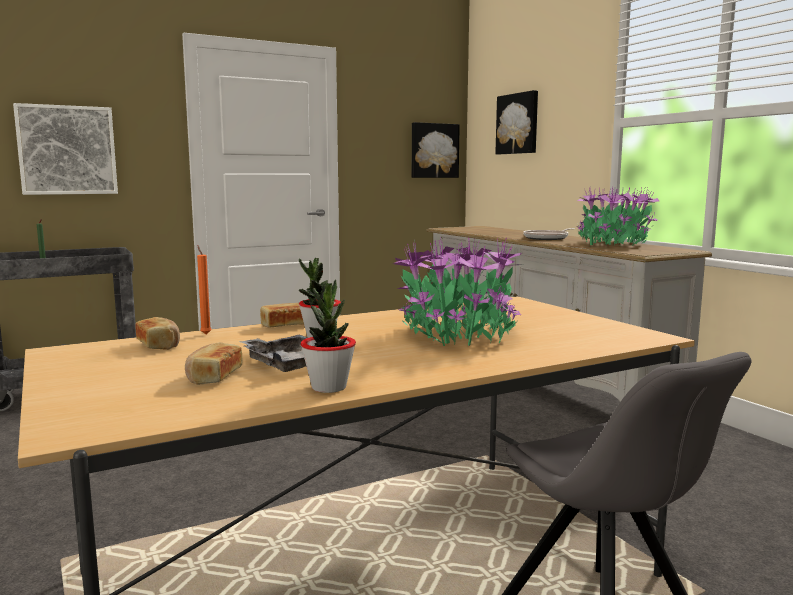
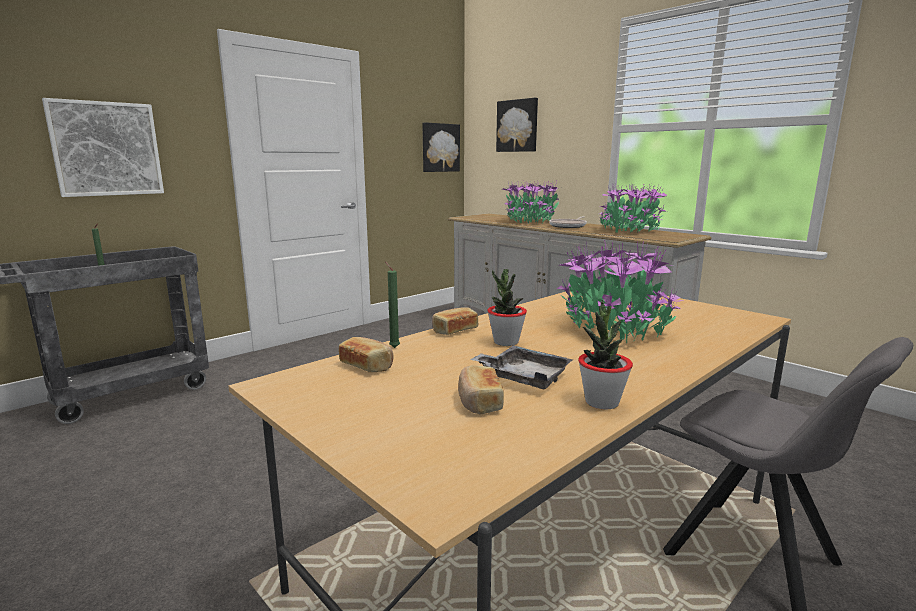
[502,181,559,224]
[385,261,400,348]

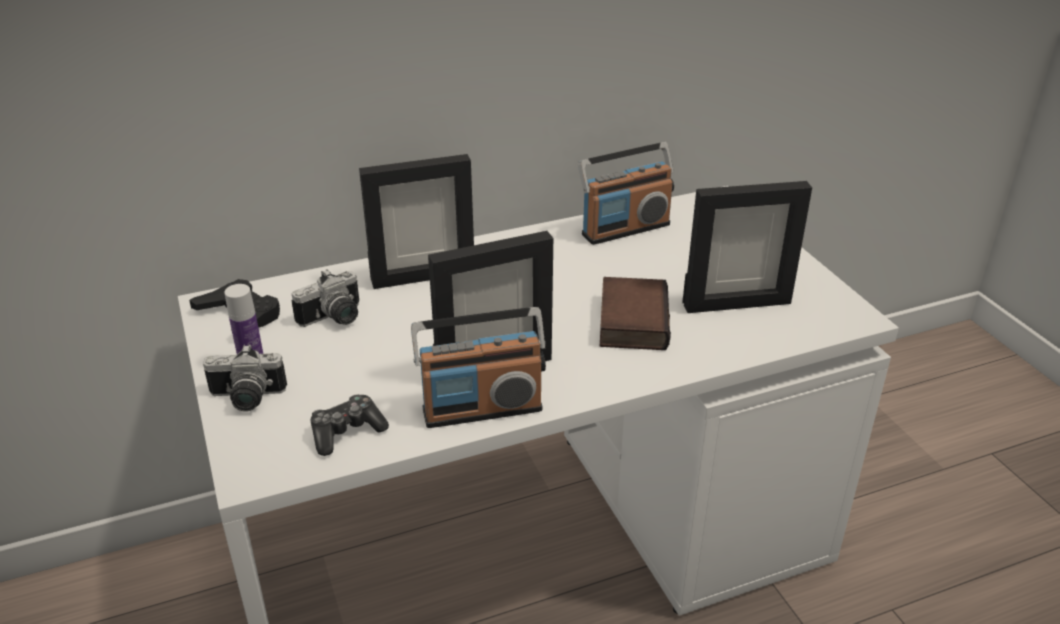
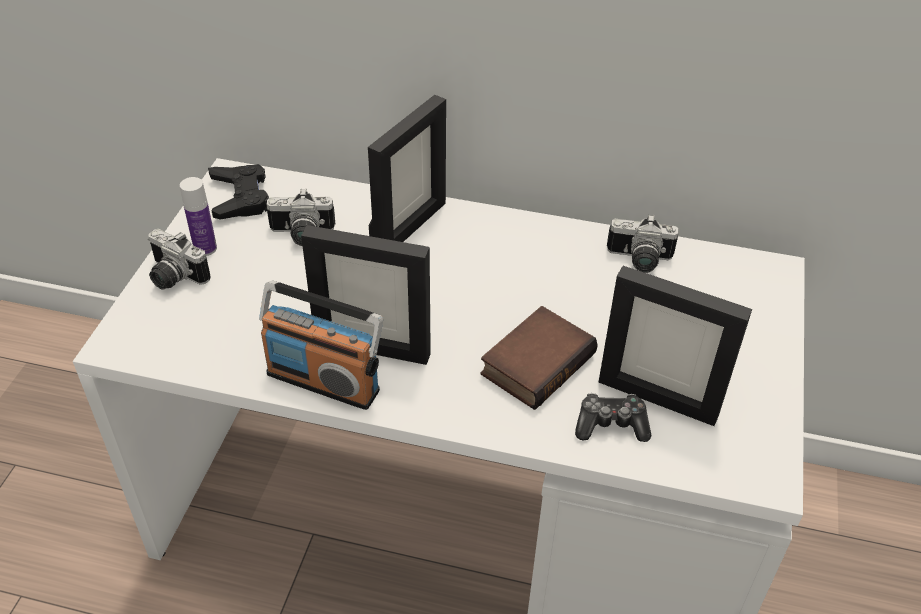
[575,393,651,442]
[607,214,678,273]
[368,95,446,242]

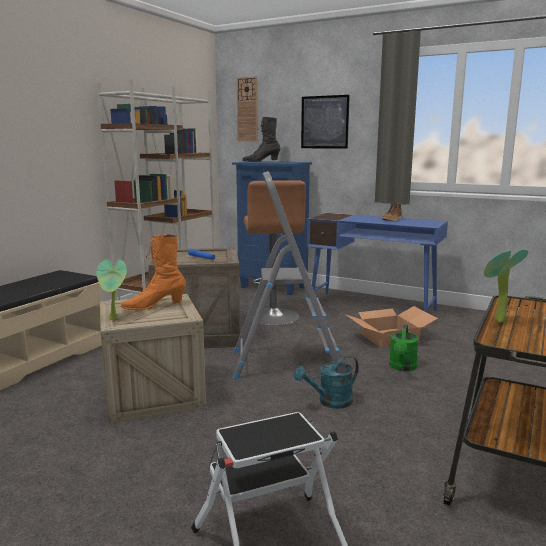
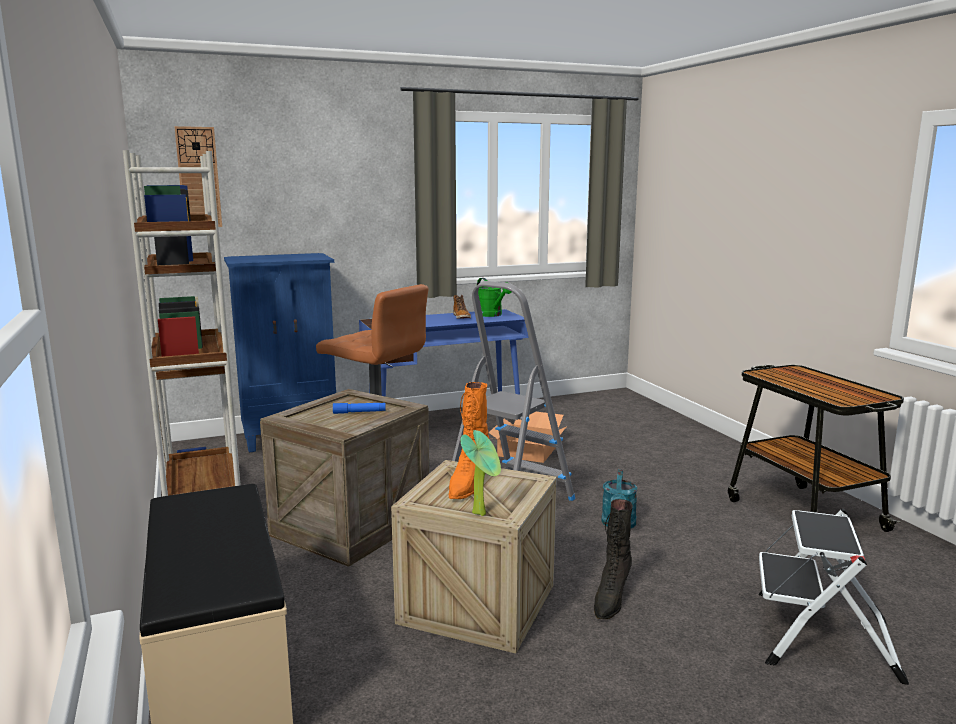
[301,95,350,149] (first image)
[484,249,528,323] (first image)
[594,499,633,619]
[477,278,512,317]

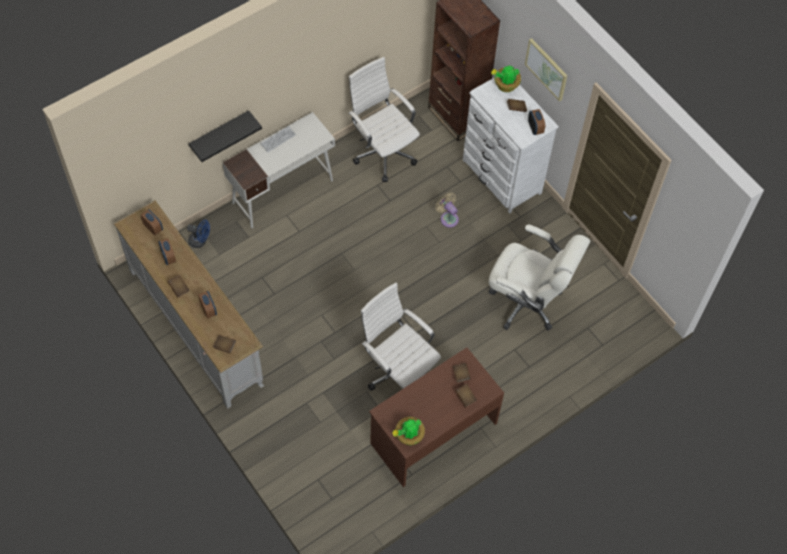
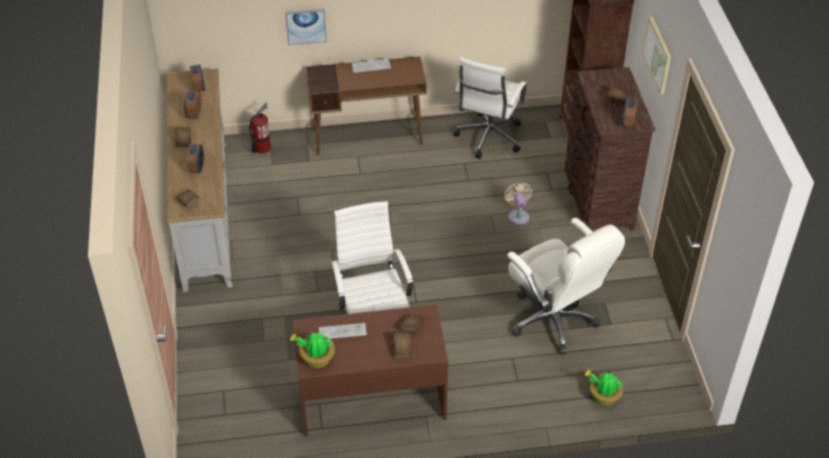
[319,323,367,339]
[584,370,623,406]
[250,102,271,154]
[285,9,327,45]
[306,56,427,155]
[565,67,655,230]
[453,57,527,159]

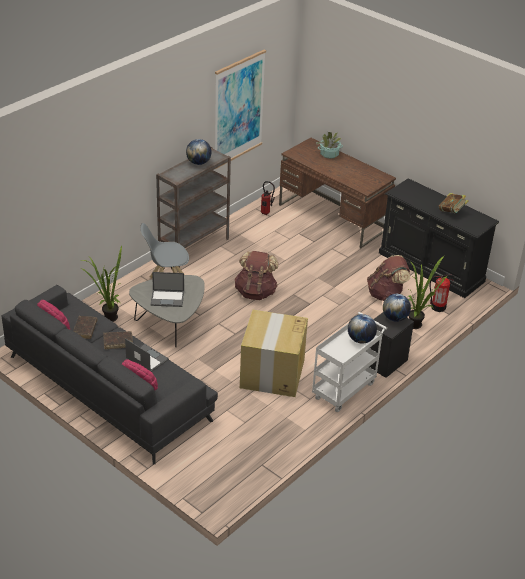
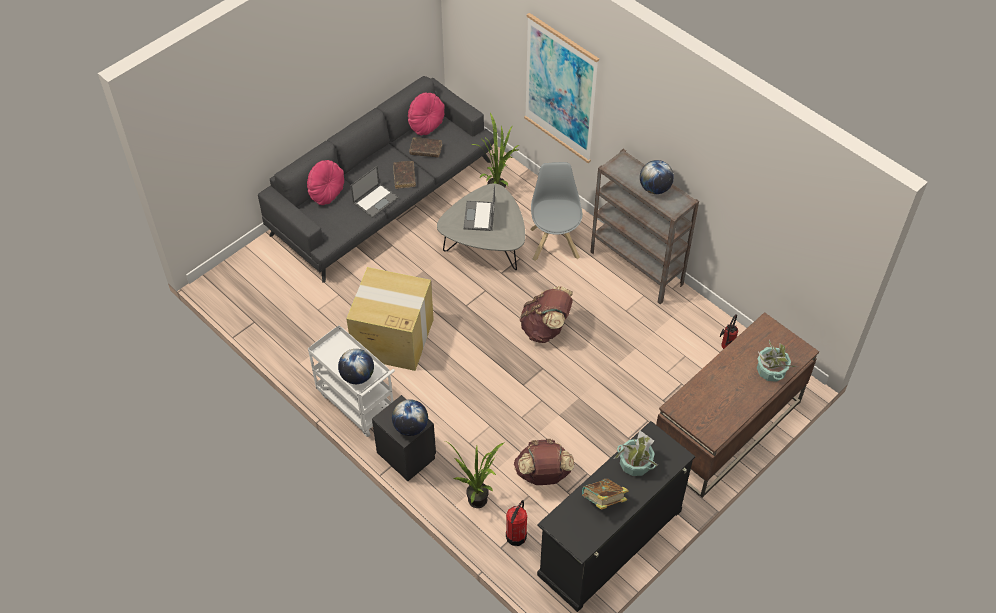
[613,430,658,476]
[524,13,599,163]

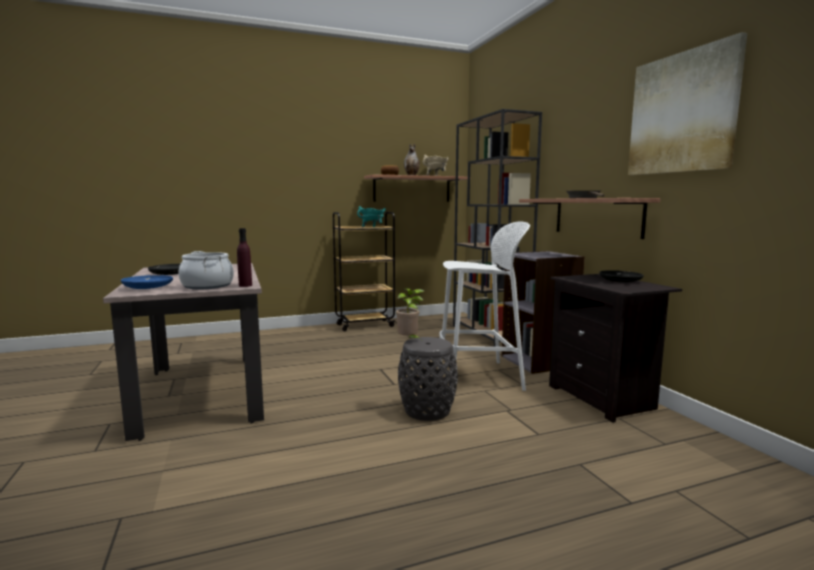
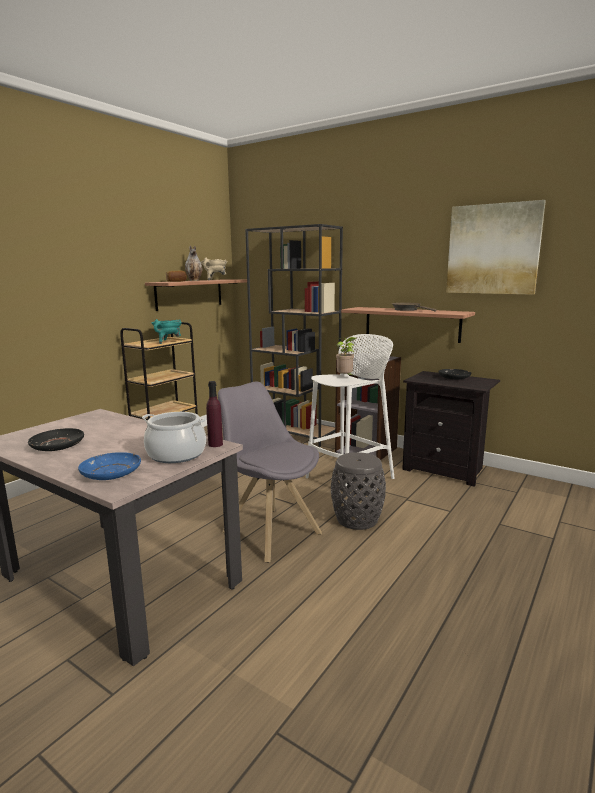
[218,381,322,563]
[336,337,356,375]

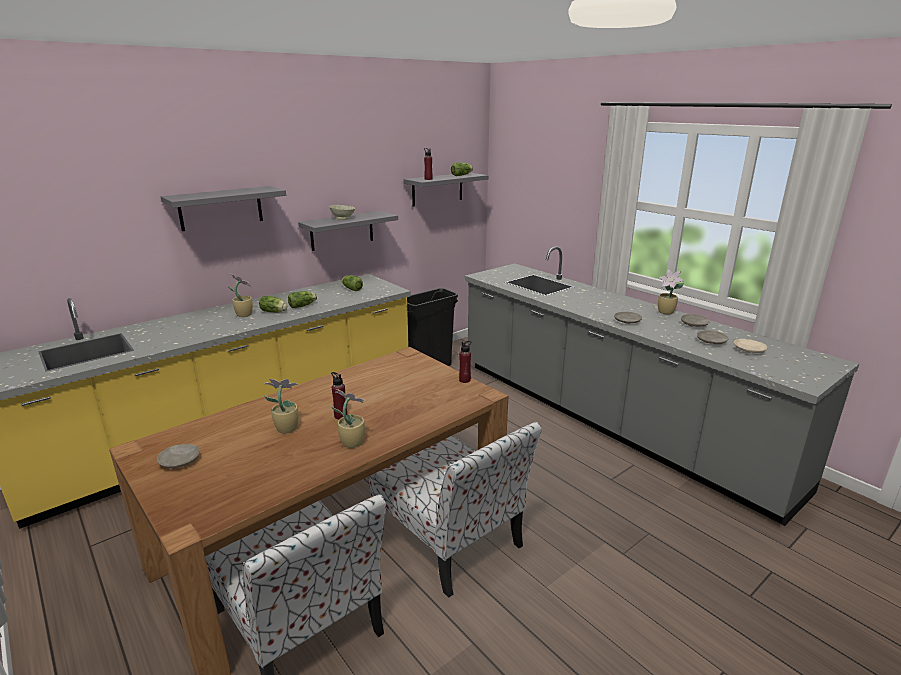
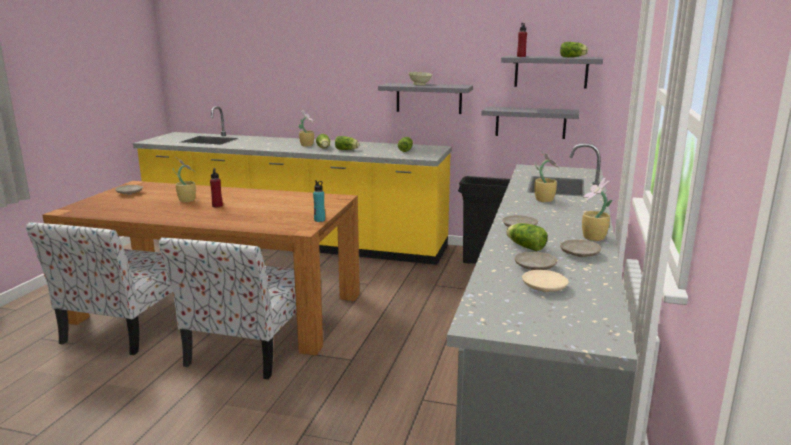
[506,223,548,251]
[482,106,579,139]
[534,149,560,202]
[313,180,325,222]

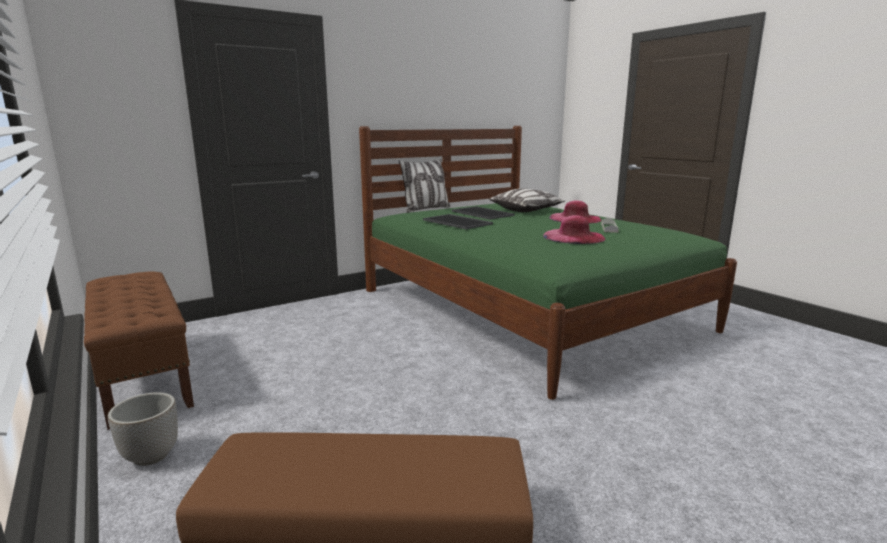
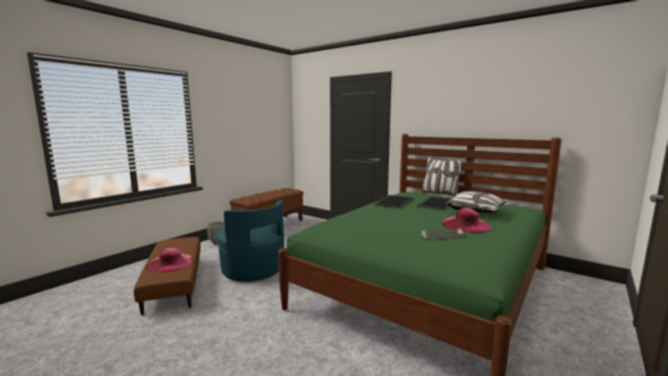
[216,200,284,282]
[146,248,193,273]

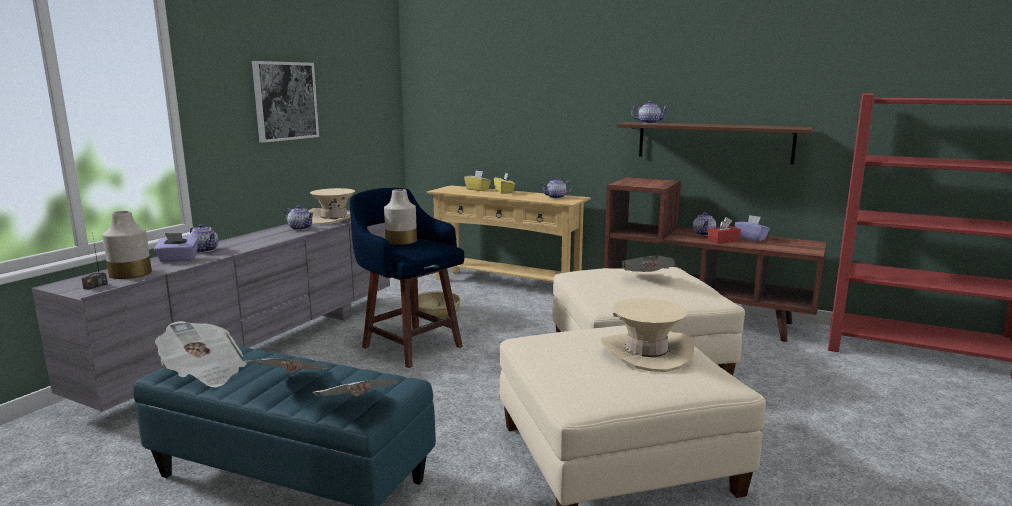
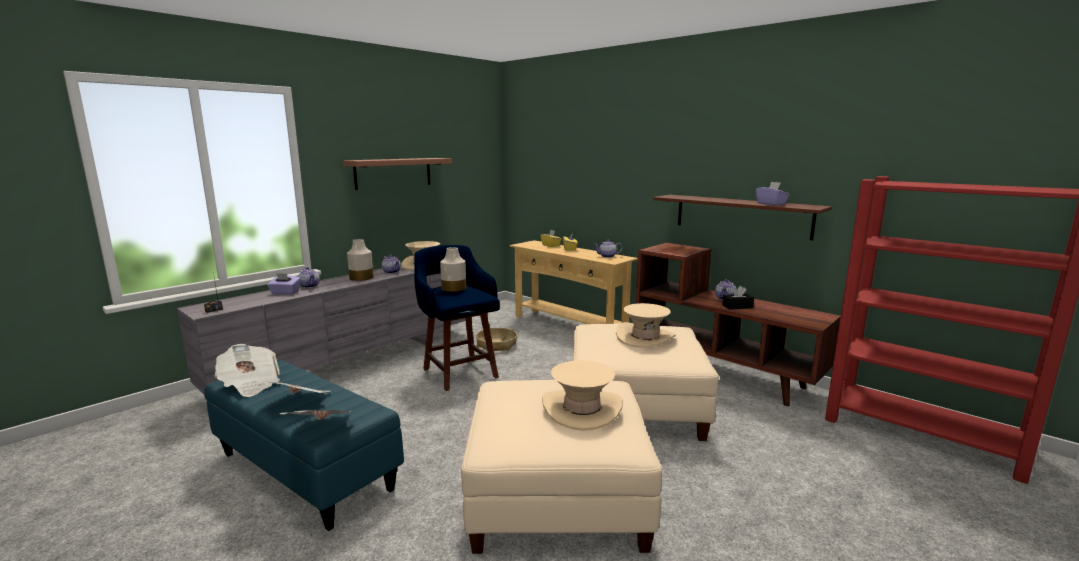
[631,101,669,124] (first image)
[347,239,374,281]
[756,182,790,205]
[342,158,452,190]
[616,303,676,347]
[722,286,754,310]

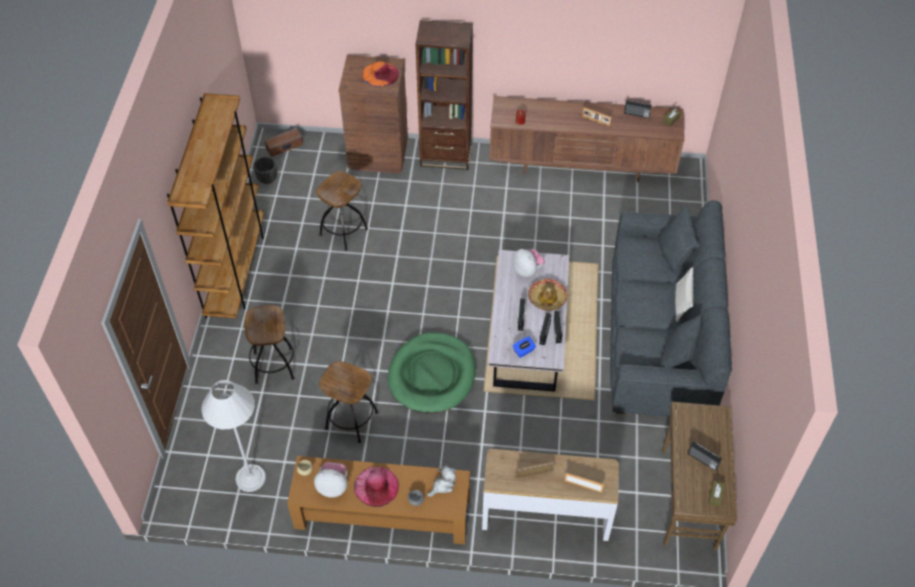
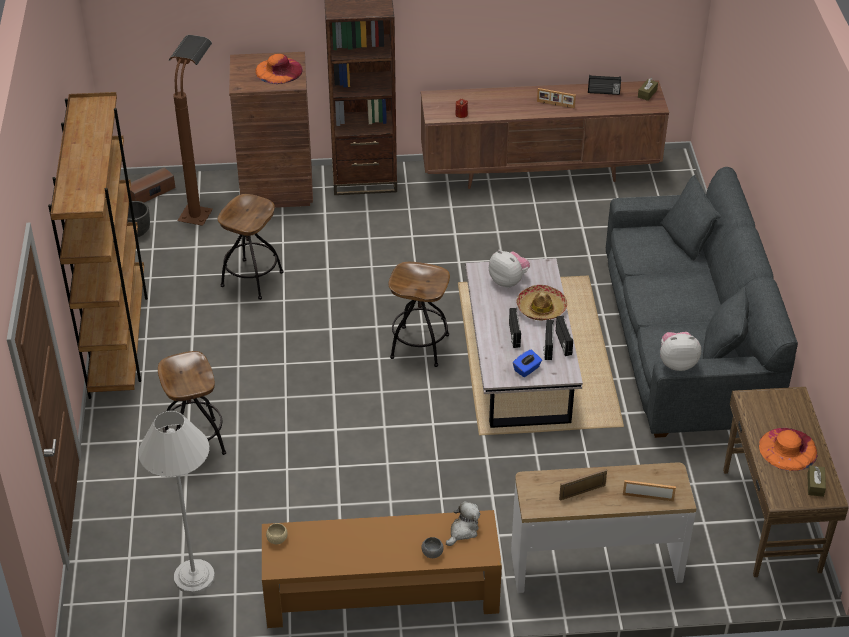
[354,467,399,507] (first image)
[388,332,476,413] (first image)
[675,267,694,322] (first image)
[169,35,213,226]
[660,332,701,371]
[389,262,450,367]
[759,428,817,471]

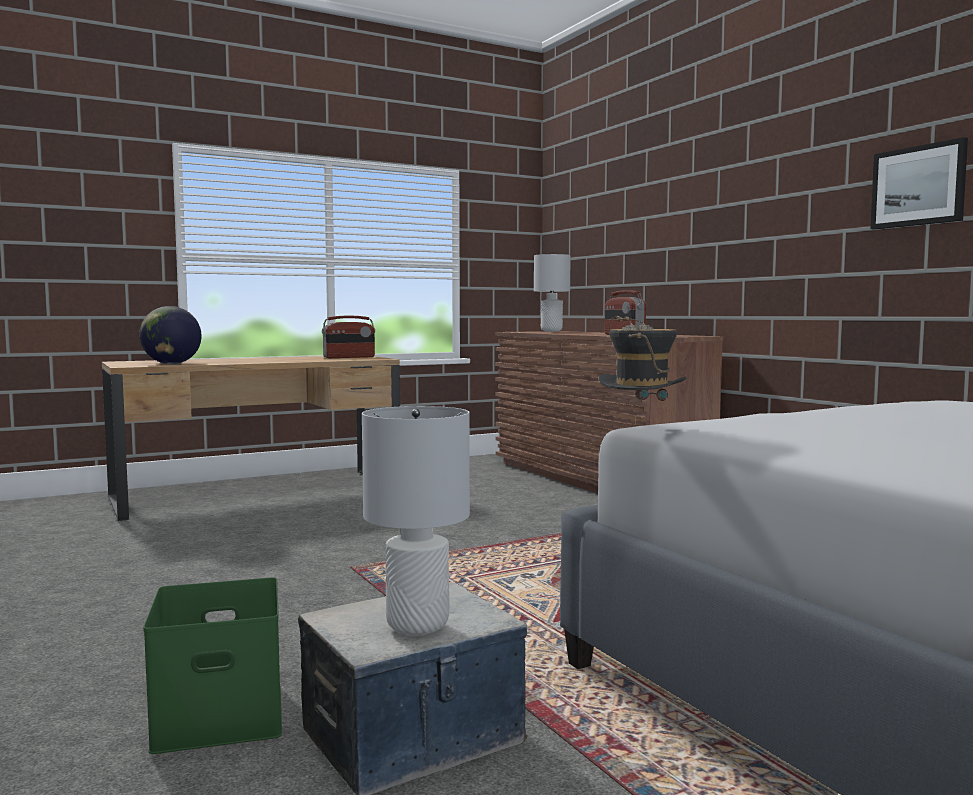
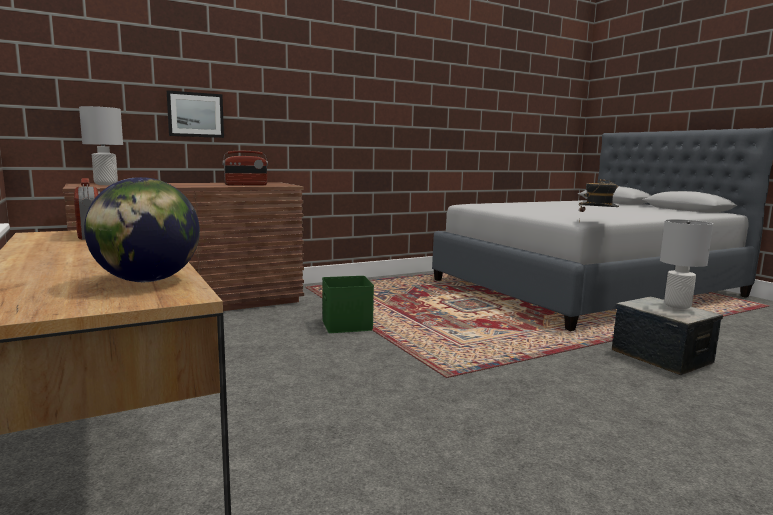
[322,276,374,333]
[167,90,224,138]

